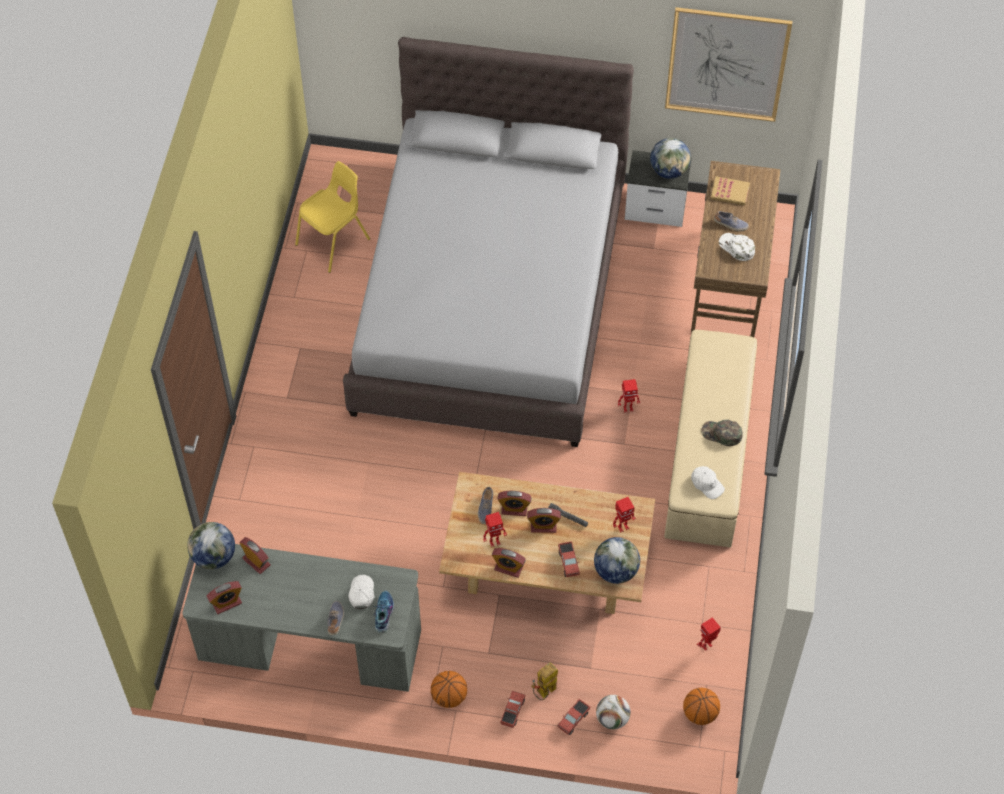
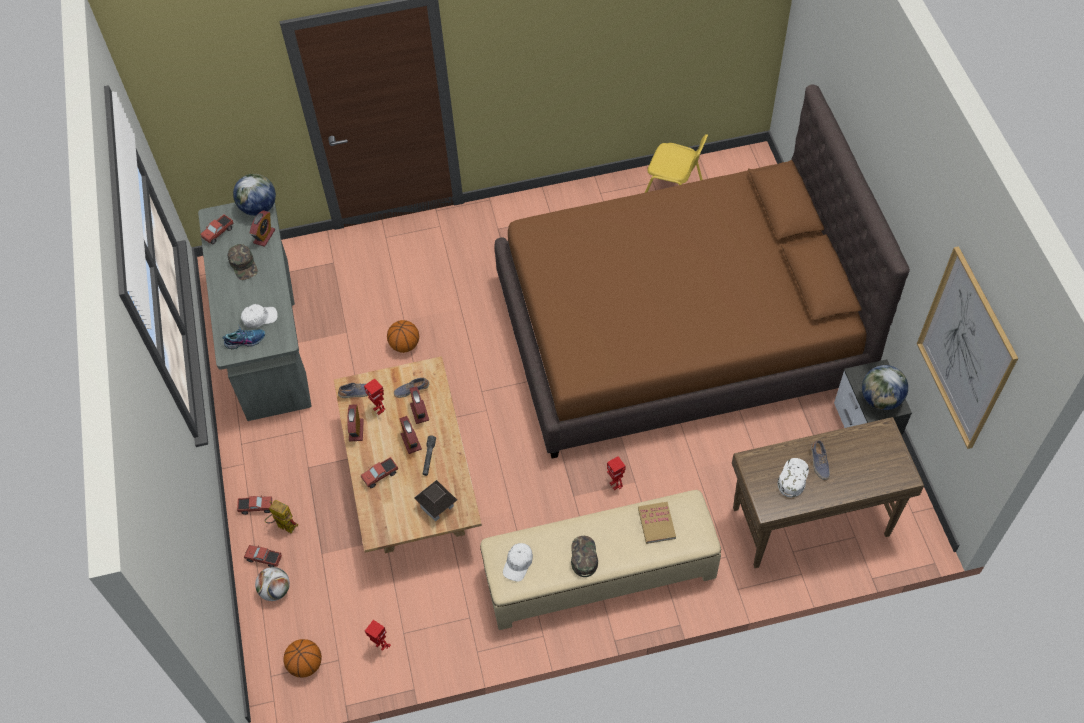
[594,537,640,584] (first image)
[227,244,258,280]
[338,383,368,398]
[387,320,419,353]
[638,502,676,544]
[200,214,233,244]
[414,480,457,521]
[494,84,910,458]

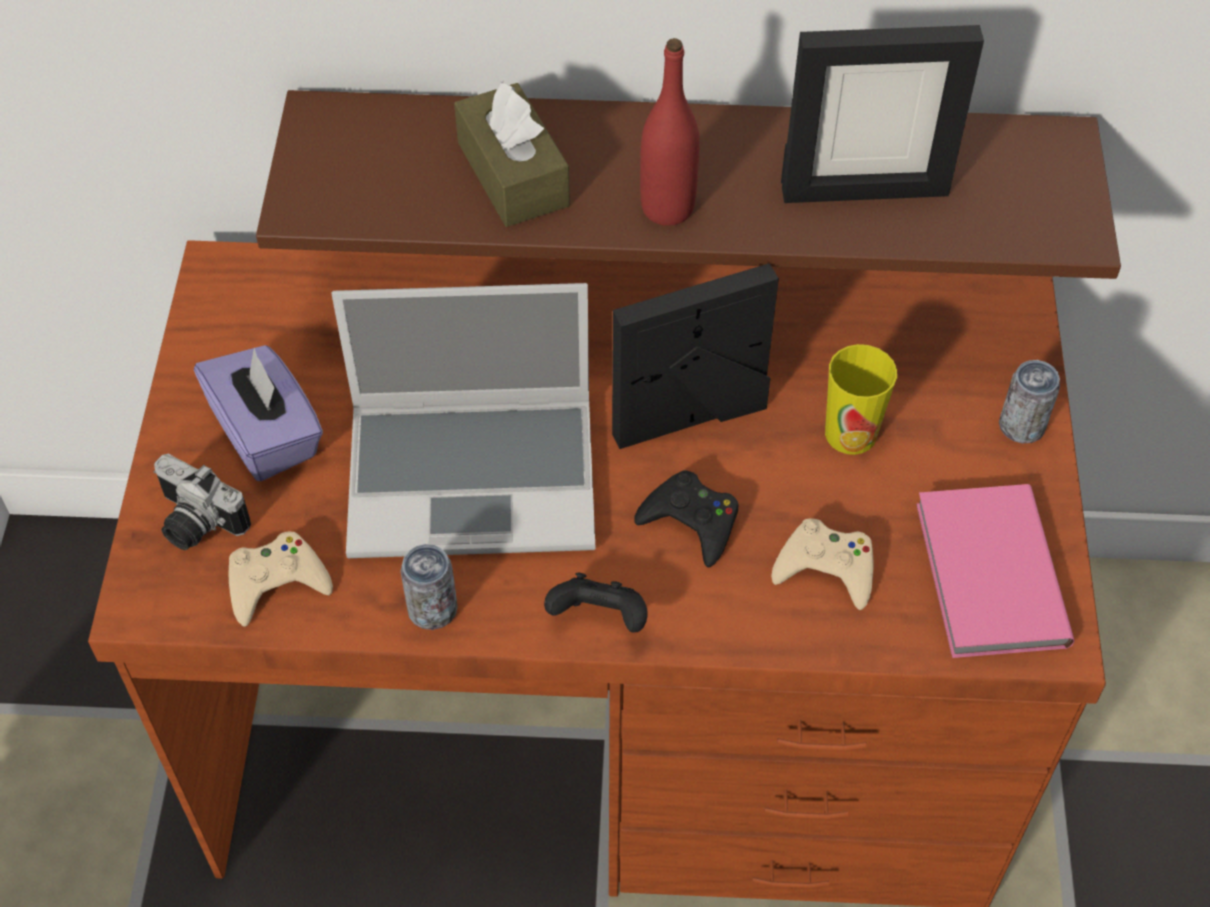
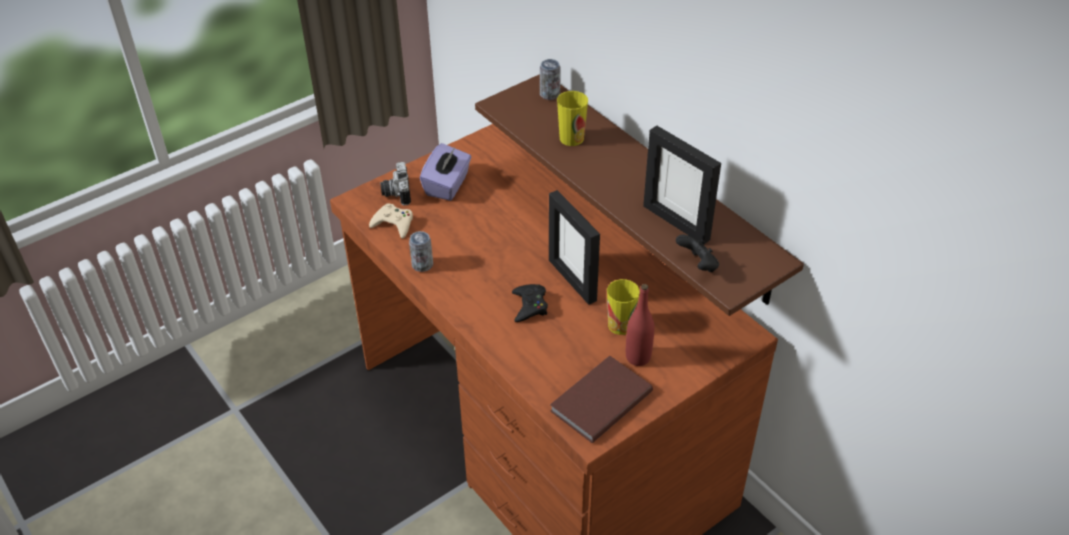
[332,283,595,558] (first image)
[771,518,874,610] (first image)
[676,235,719,272]
[626,284,655,366]
[540,59,561,100]
[557,91,588,146]
[550,356,653,443]
[549,190,600,305]

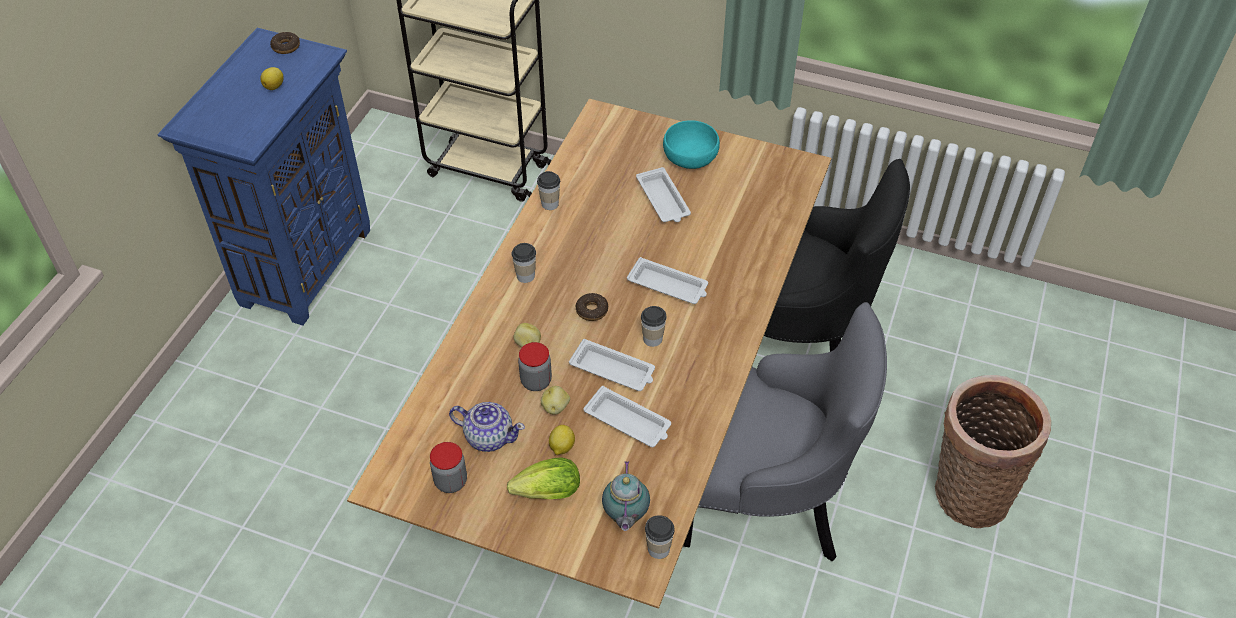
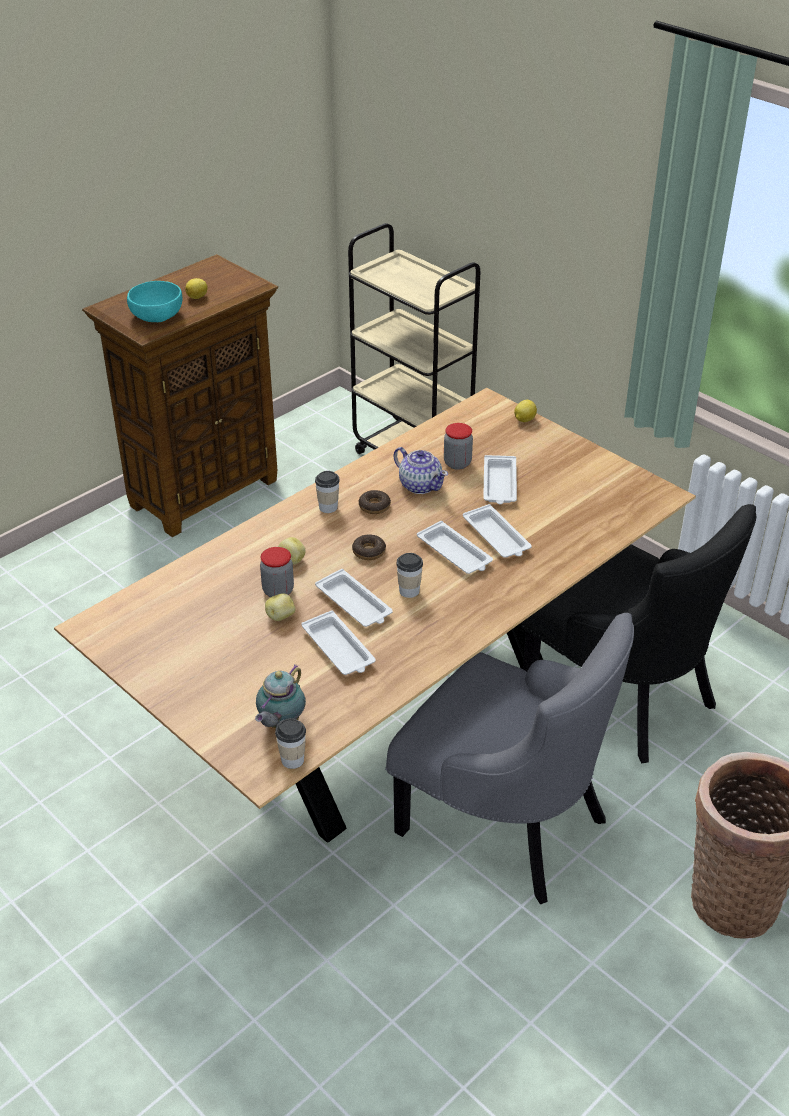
[507,457,580,499] (first image)
[537,171,560,210] (first image)
[463,504,532,558]
[359,490,391,514]
[444,423,473,470]
[394,447,448,494]
[514,400,537,422]
[127,281,182,322]
[82,254,278,537]

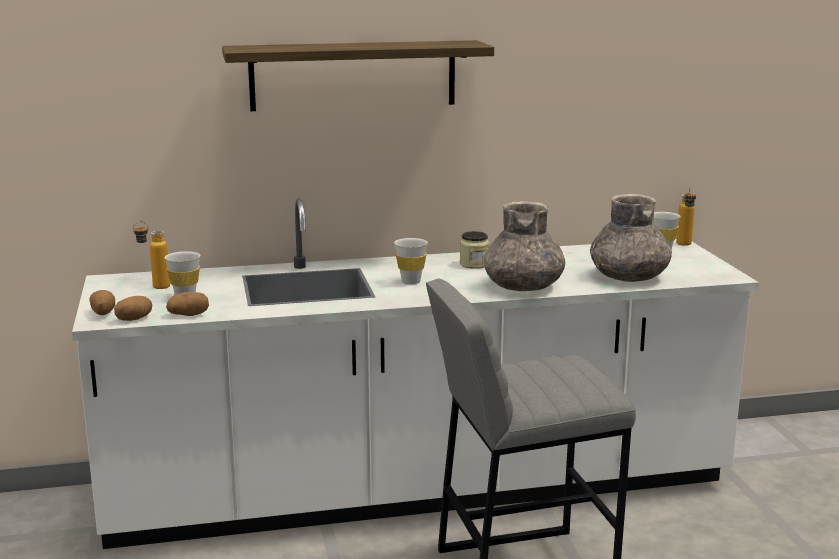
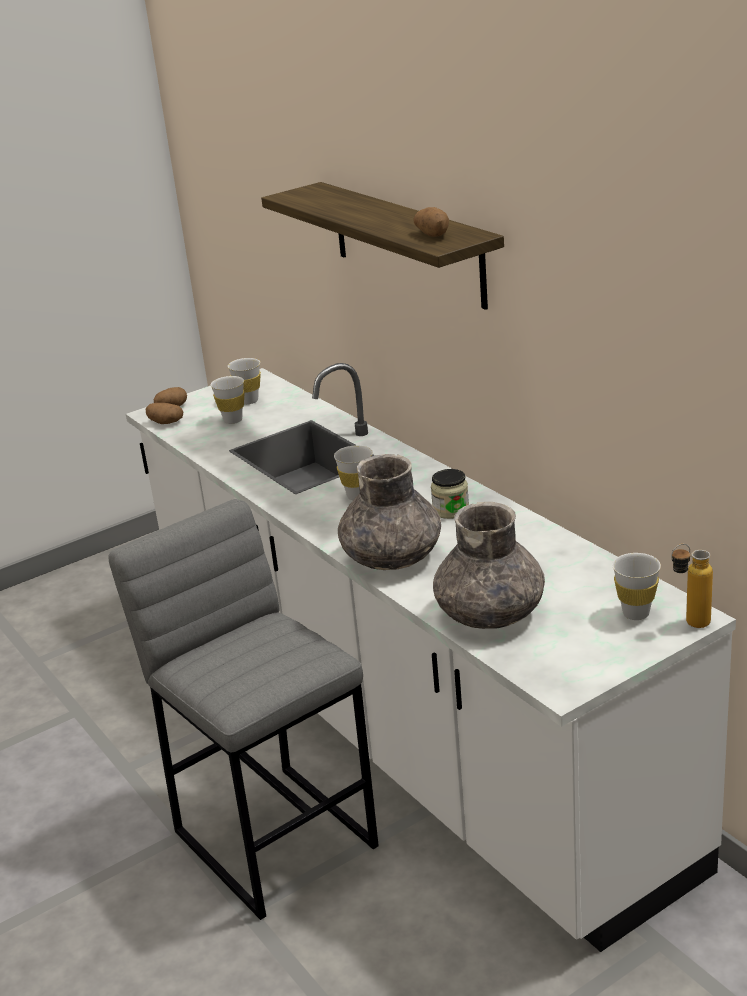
[413,207,449,237]
[228,358,261,404]

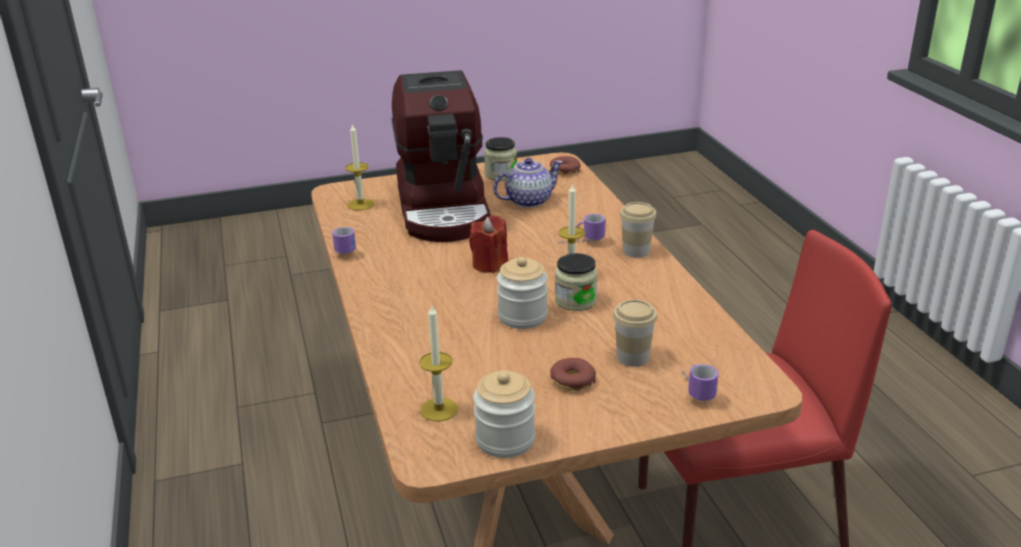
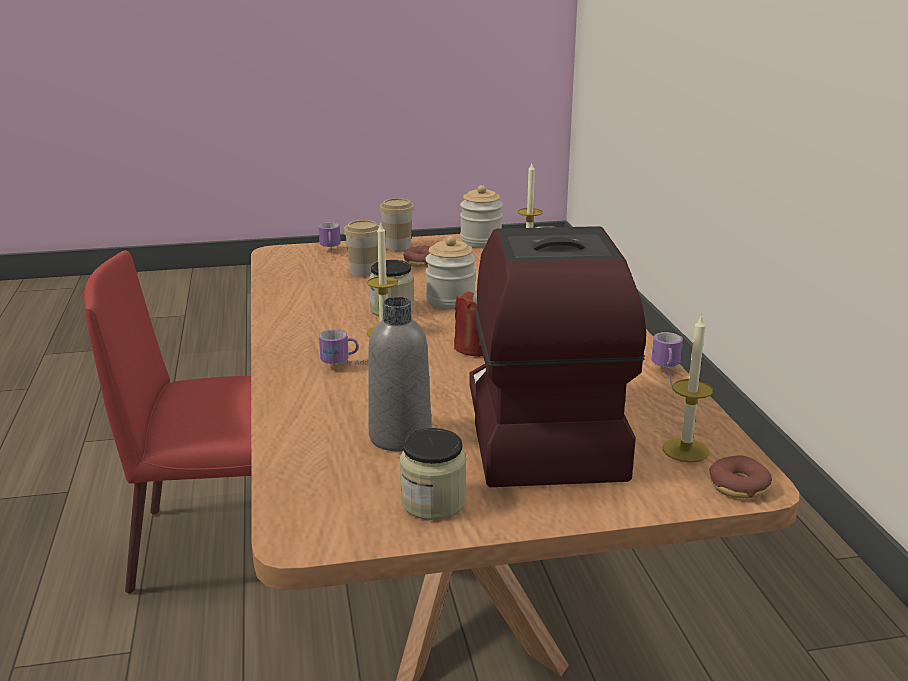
[709,455,772,499]
[379,198,414,251]
[368,297,432,451]

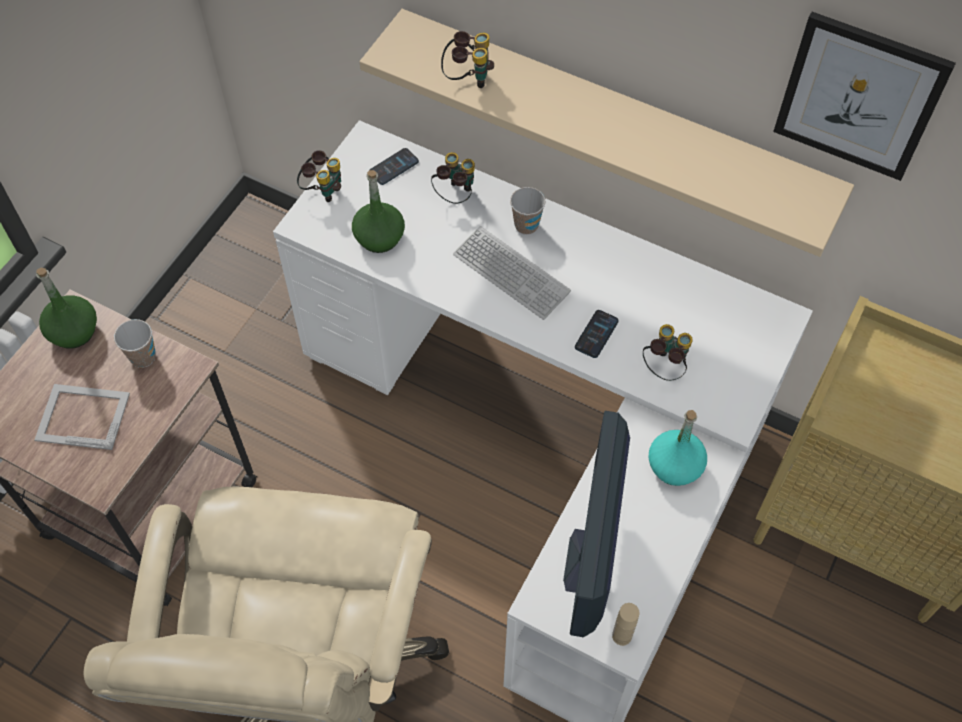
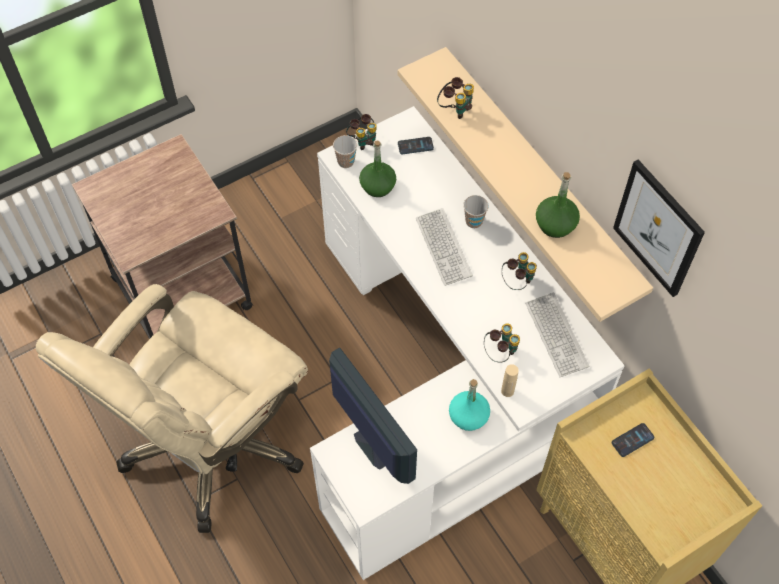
[34,384,130,450] (first image)
[525,293,589,377]
[536,172,580,238]
[333,135,357,168]
[502,252,537,290]
[612,423,654,457]
[501,364,519,397]
[329,348,417,484]

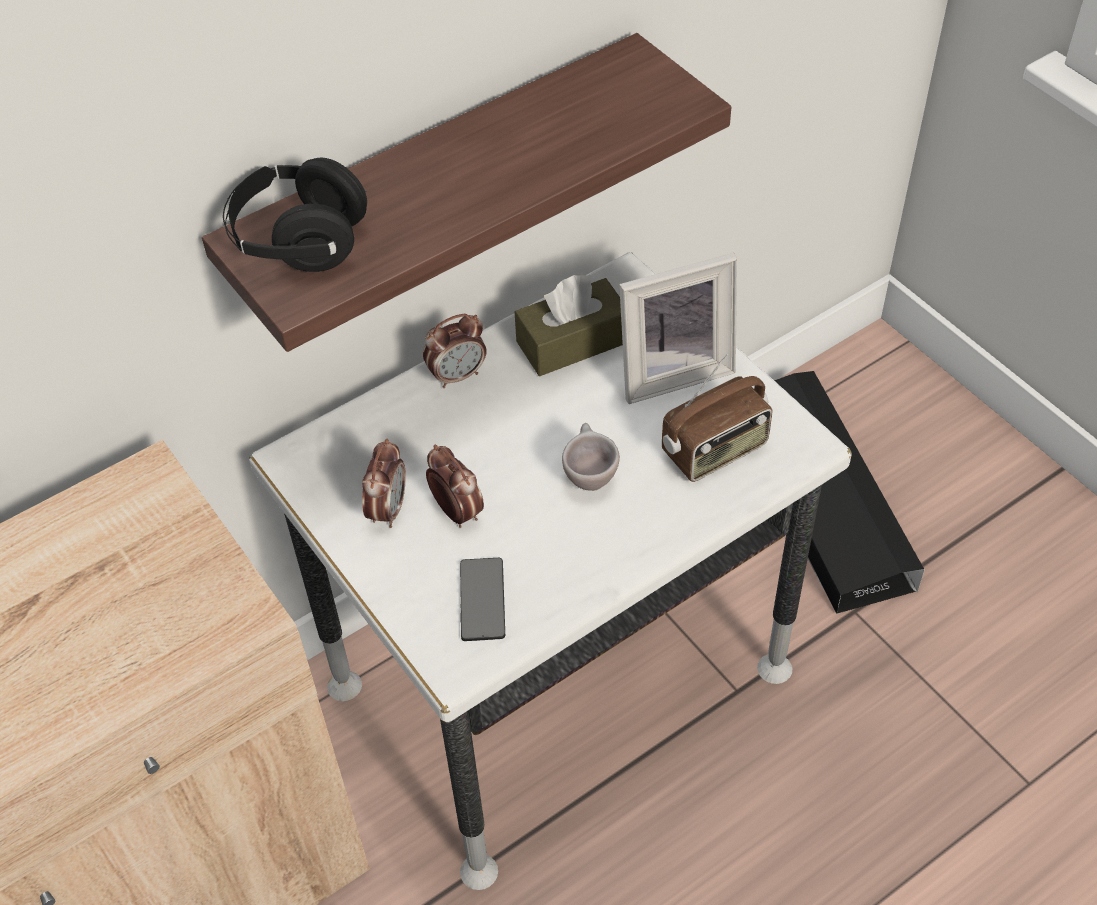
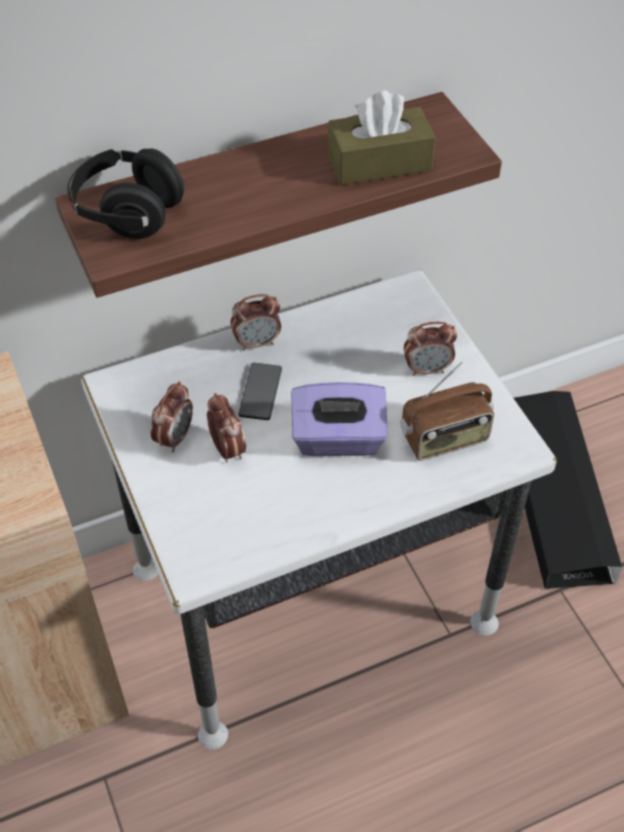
[238,363,282,420]
[328,90,436,185]
[291,382,387,456]
[404,322,457,376]

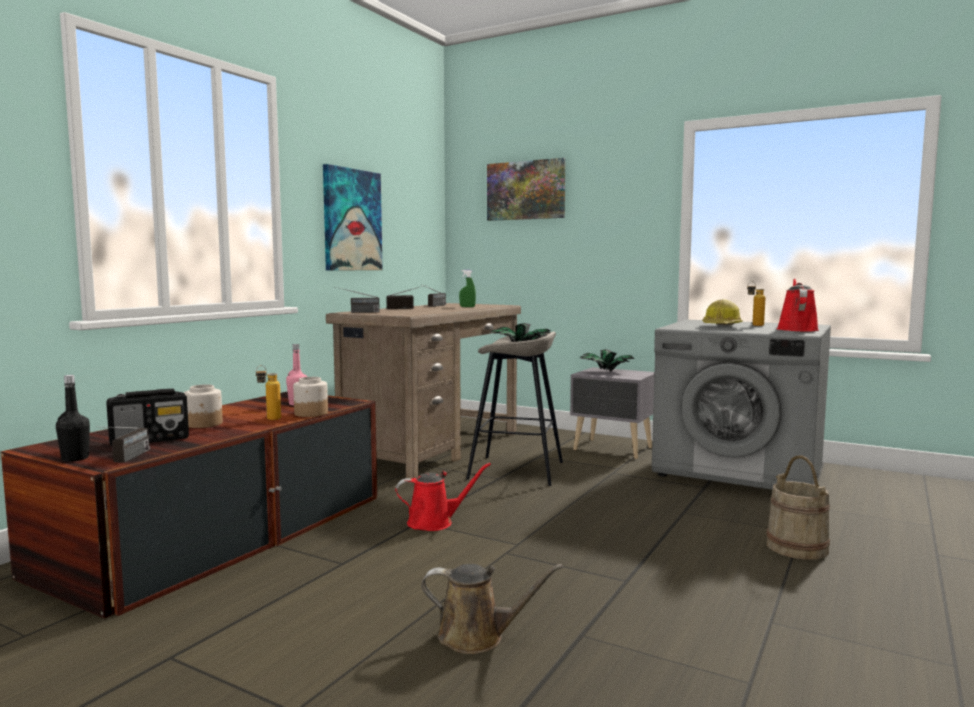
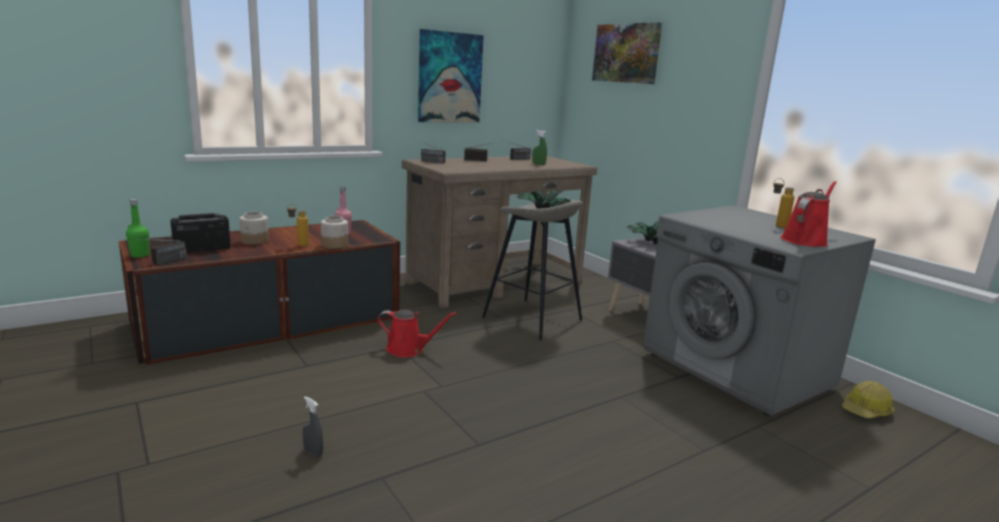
[767,456,830,560] (first image)
[842,381,894,418]
[303,397,323,457]
[126,199,149,258]
[170,213,231,253]

